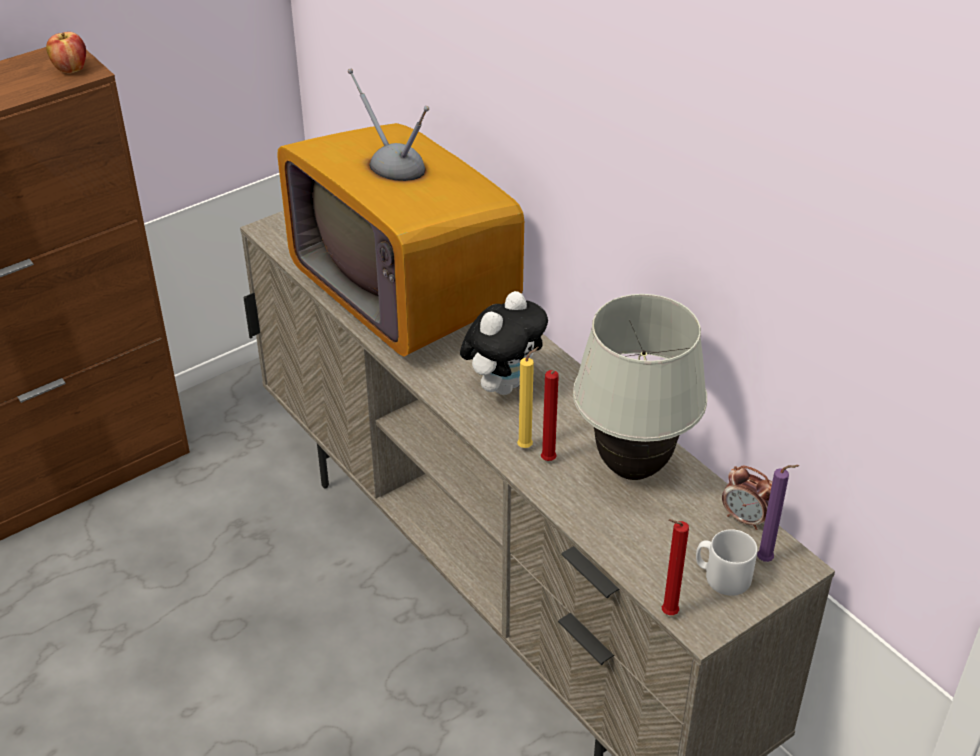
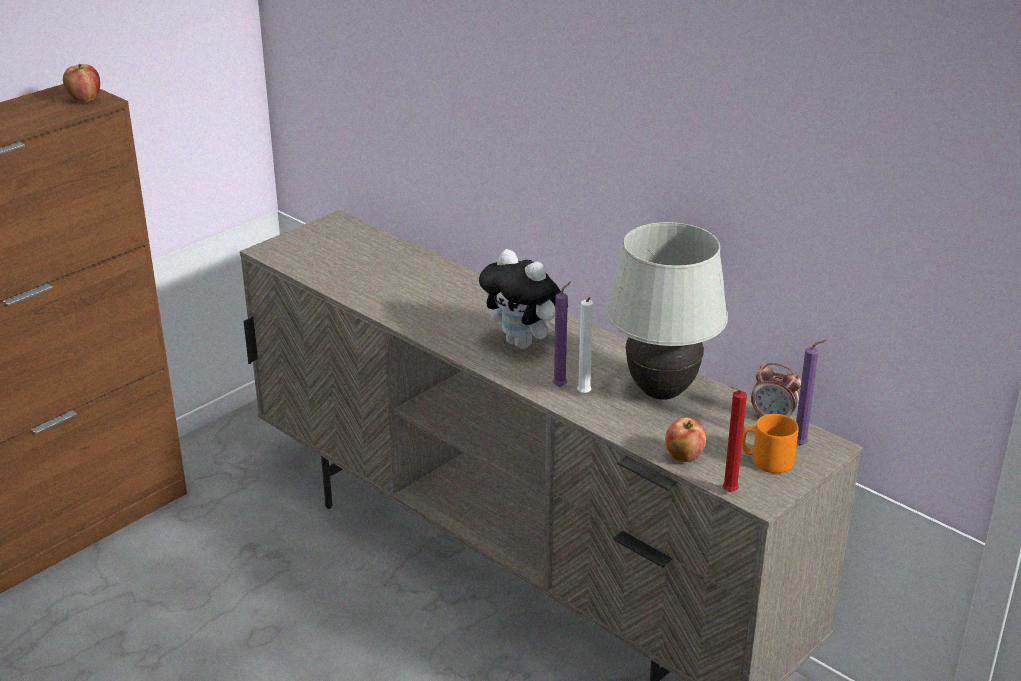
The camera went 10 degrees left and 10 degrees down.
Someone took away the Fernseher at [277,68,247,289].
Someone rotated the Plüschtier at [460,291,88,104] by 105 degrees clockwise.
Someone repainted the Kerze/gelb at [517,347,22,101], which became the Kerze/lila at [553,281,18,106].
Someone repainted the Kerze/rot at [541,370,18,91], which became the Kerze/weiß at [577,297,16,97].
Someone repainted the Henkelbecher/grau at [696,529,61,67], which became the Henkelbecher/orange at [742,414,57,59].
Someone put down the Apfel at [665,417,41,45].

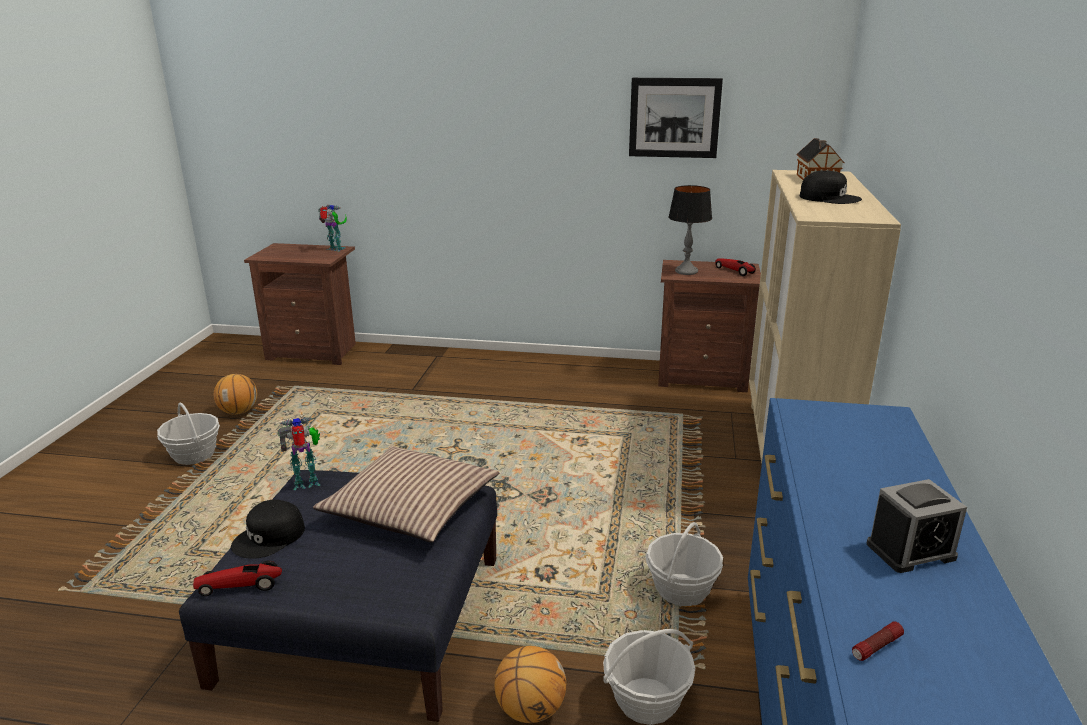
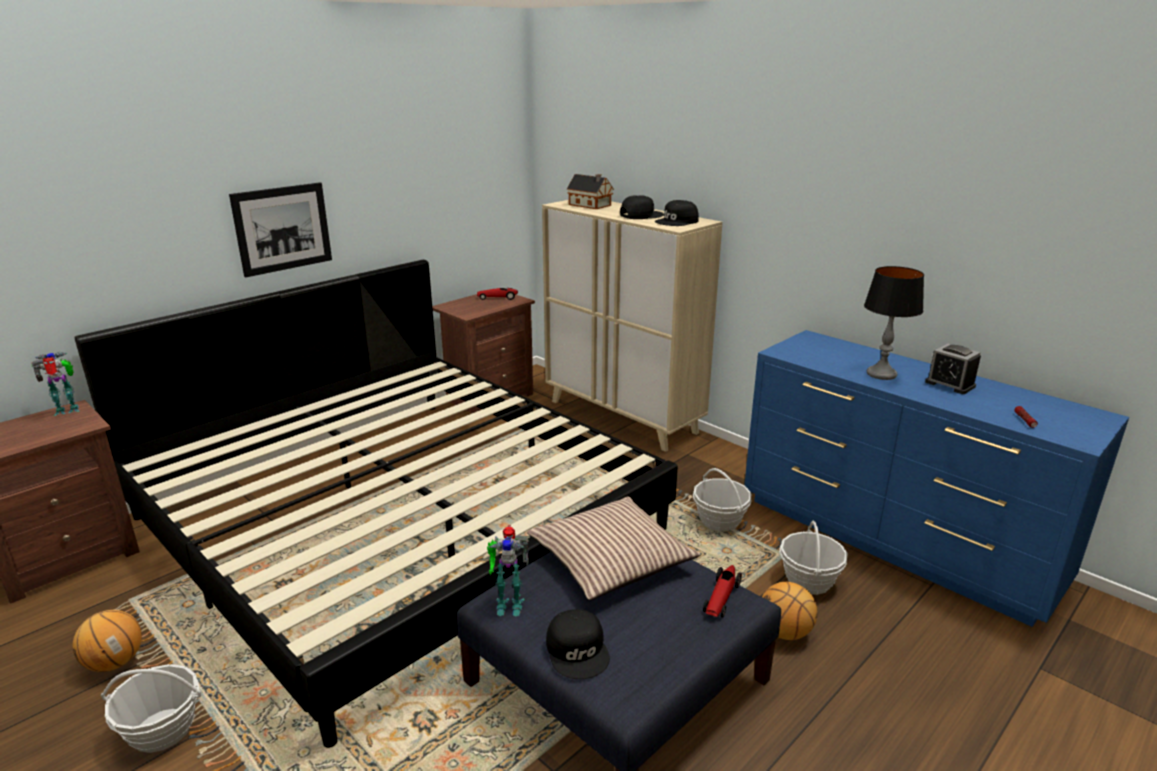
The camera went 55 degrees left and 0 degrees up.
Someone carried the Spielzeugauto from [193,560,89,36] to [703,565,39,53].
Someone rotated the Spielzeugroboter at [278,417,42,73] by 105 degrees counterclockwise.
Someone carried the Bild from [629,78,94,80] to [229,182,103,95].
Someone carried the Tischlampe from [668,185,44,90] to [864,266,60,114].
Someone rotated the Wecker at [867,479,100,94] by 120 degrees clockwise.
Someone put down the Bett at [75,260,603,488].
Someone put down the Kappe/schwarz at [655,200,44,26].

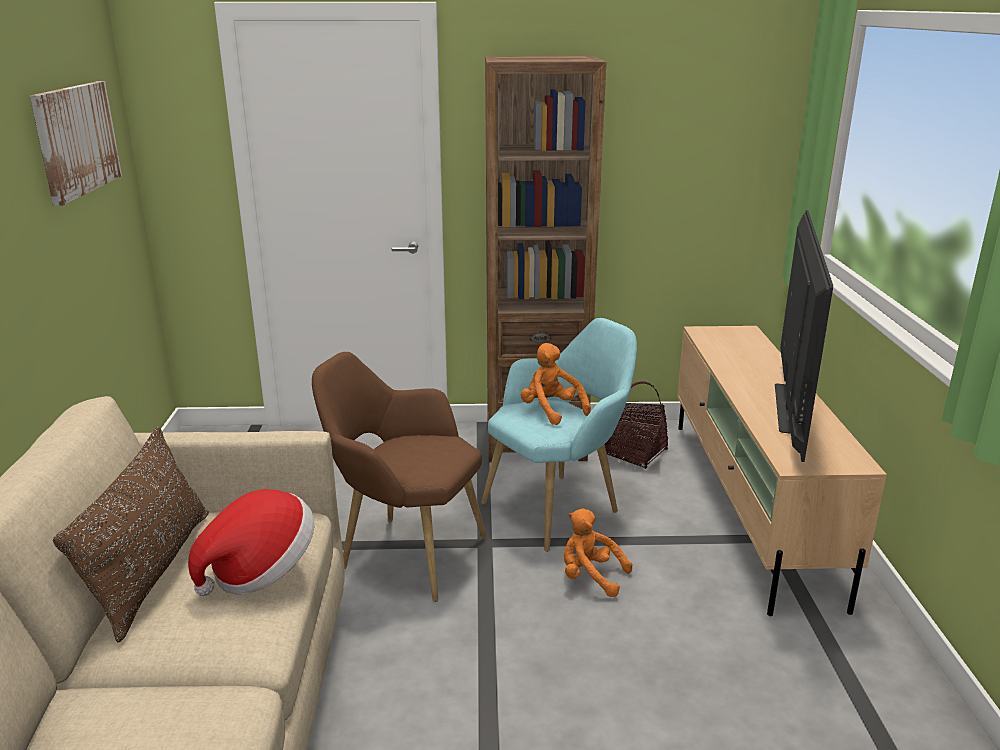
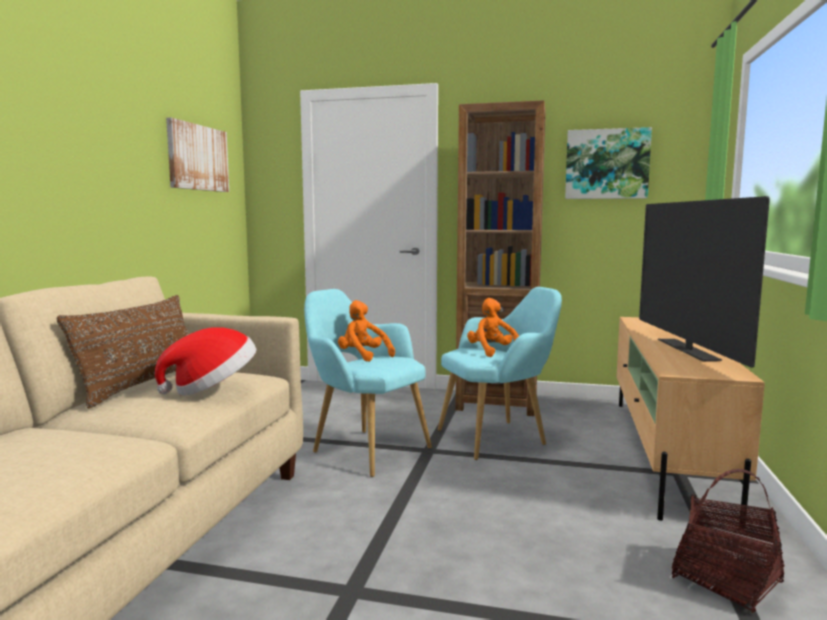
The camera went 15 degrees right and 15 degrees down.
Someone repainted the Sessel/braun at [312,352,175,250], which became the Sessel/türkis at [304,289,128,188].
Someone carried the Plüschtier/orange from [564,509,68,88] to [338,300,57,62].
Someone carried the Korb from [605,381,63,88] to [672,469,112,144].
Someone rotated the Fernseher at [775,210,58,252] by 150 degrees clockwise.
Someone put up the Bild at [565,127,87,72].

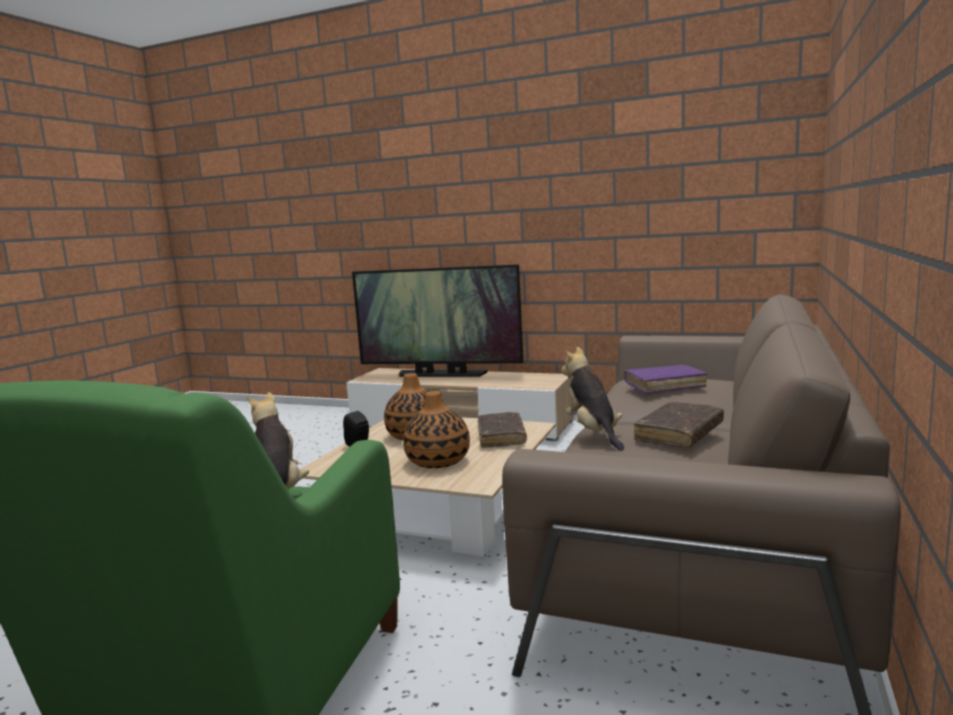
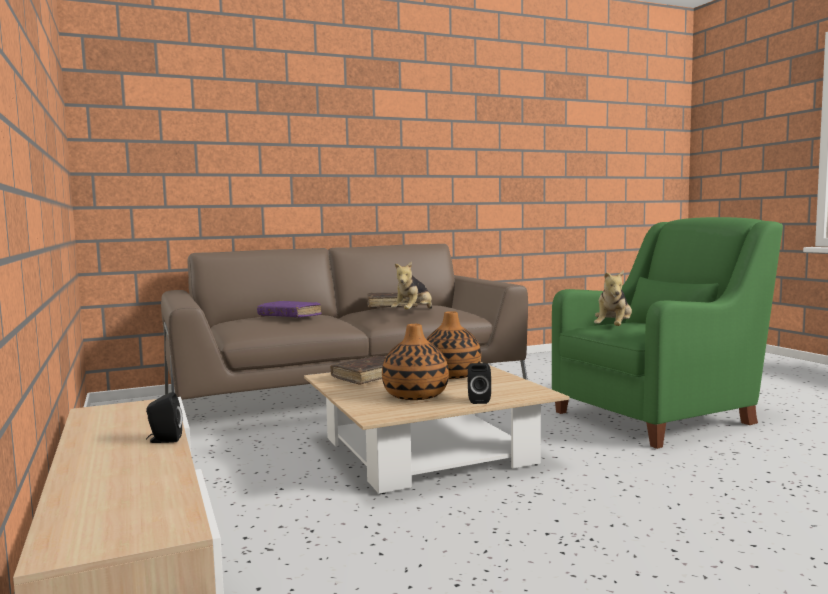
The camera went 135 degrees left and 5 degrees down.
Someone took away the Fernseher at [352,264,171,113].
Someone put down the Lautsprecher/schwarz at [146,392,36,51].

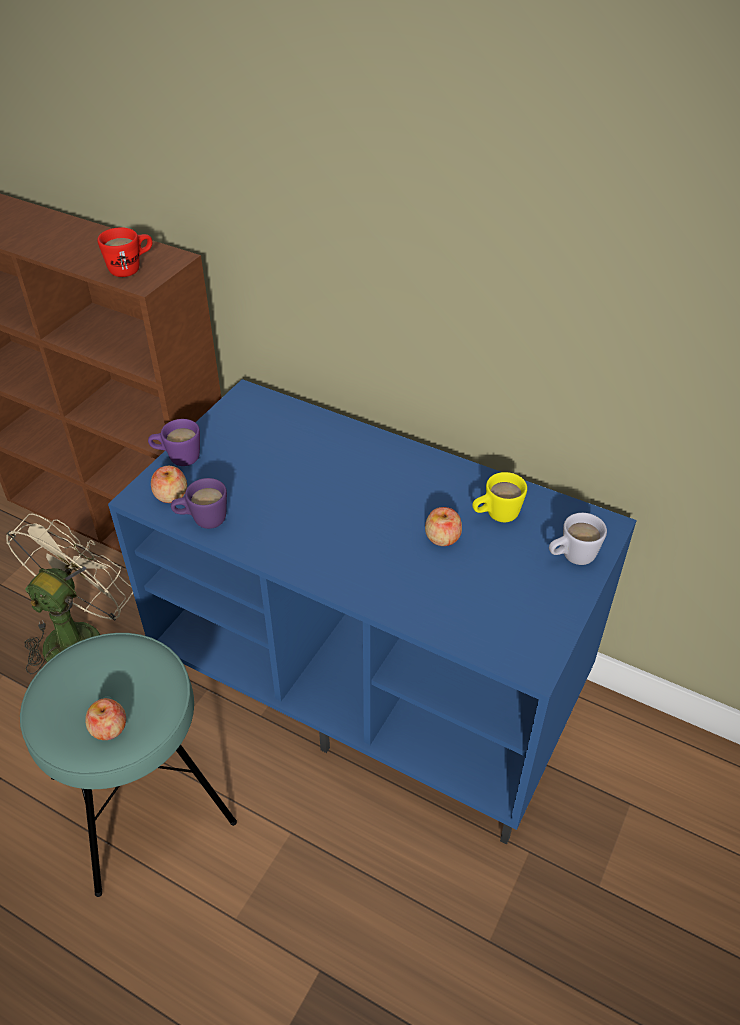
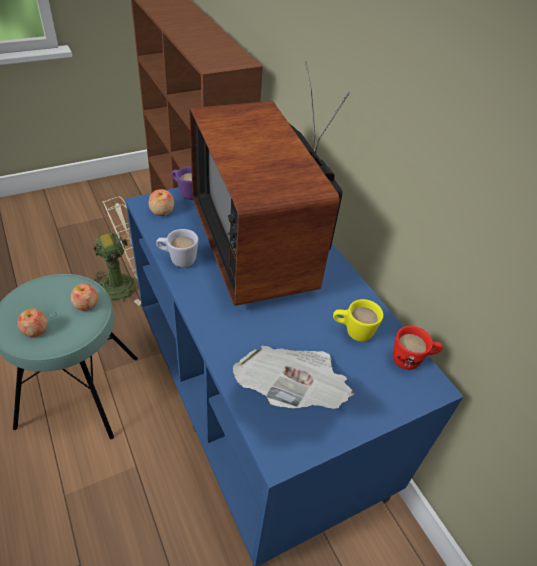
The camera went 30 degrees right and 0 degrees up.
Someone carried the Henkelbecher/rot from [97,227,55,50] to [393,326,50,44].
Someone took away the Henkelbecher/lila at [171,478,56,51].
Someone carried the Apfel from [425,507,37,39] to [71,283,27,28].
Someone carried the Henkelbecher/weiß from [549,513,58,52] to [156,229,42,38].
Someone put down the Fernseher at [189,61,161,245].
Someone put down the Zeitung at [233,345,121,64].

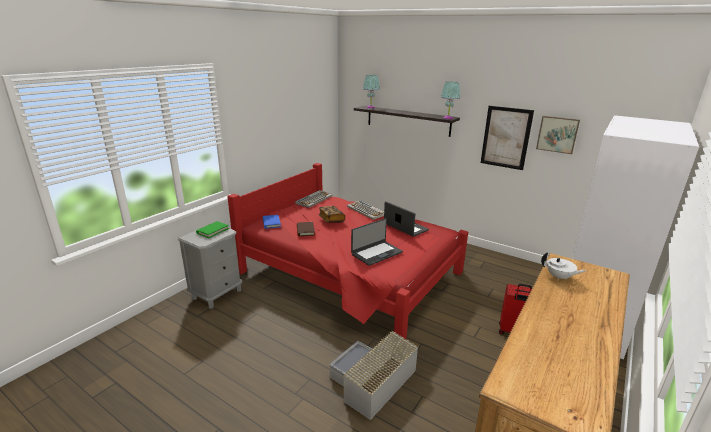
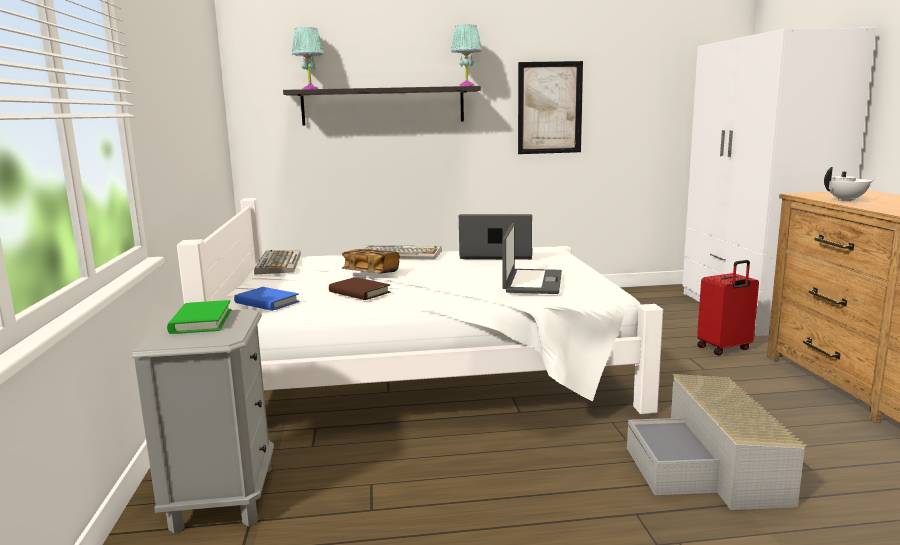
The camera went 40 degrees left and 10 degrees down.
Someone repainted the Bett/rot at [227,163,241,178], which became the Bett/weiß at [177,198,486,216].
Someone took away the Bild at [536,116,44,38].

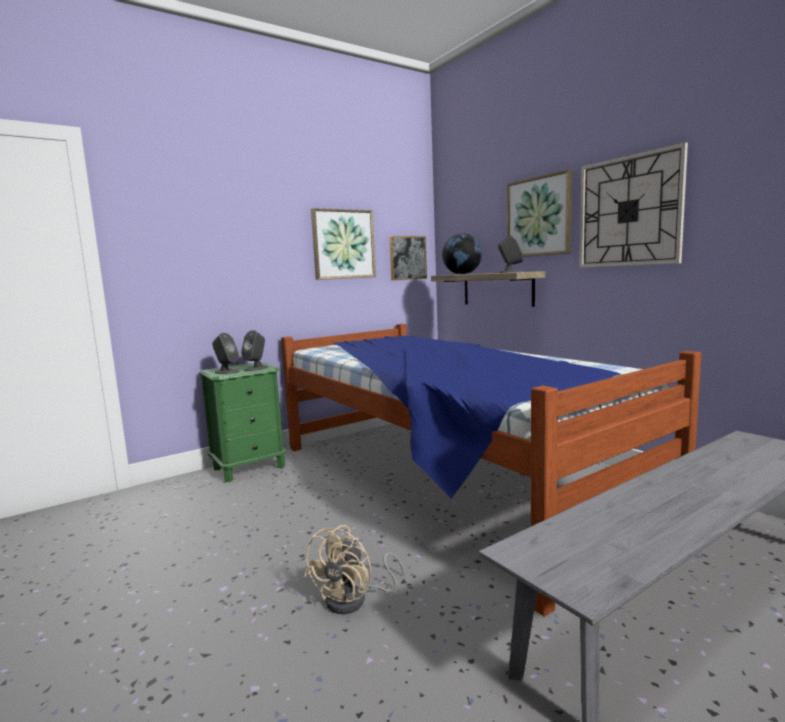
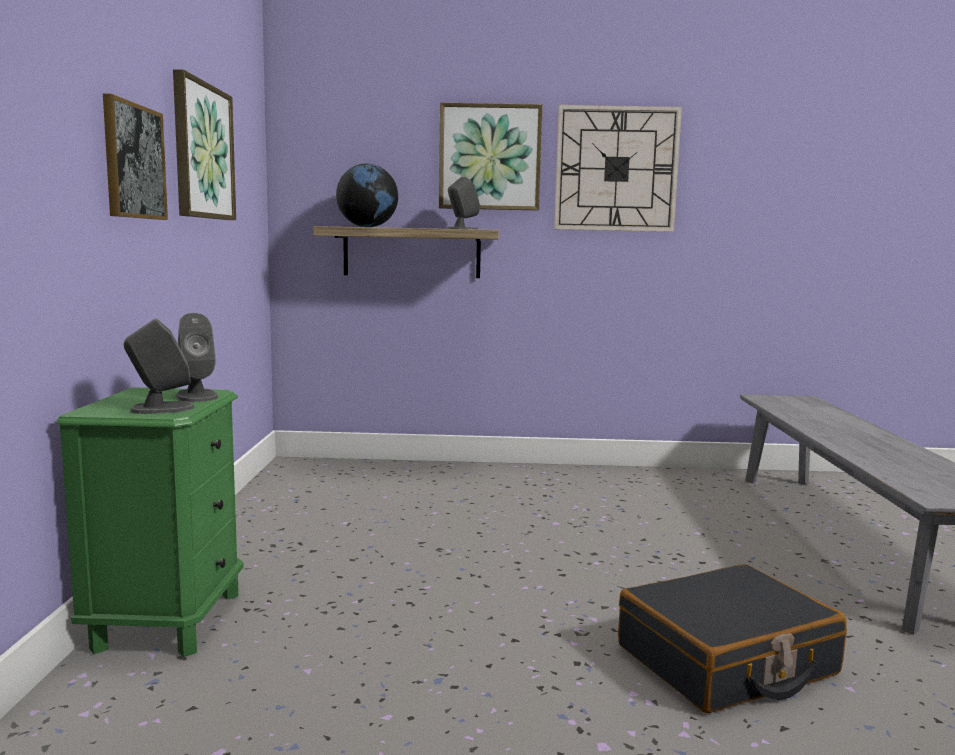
The camera went 55 degrees left and 0 degrees up.
Someone took away the Bett at [281,324,420,293].
Someone swapped the Ventilator/beige at [304,525,101,89] for the Koffer/schwarz at [618,564,229,149].
Someone carried the Bild from [389,236,38,44] to [103,94,65,126].

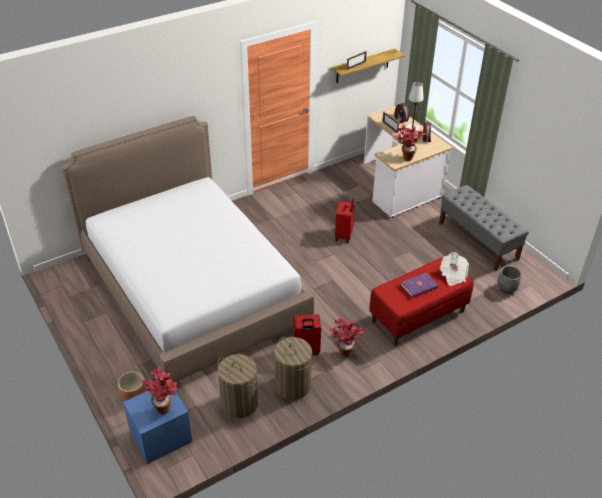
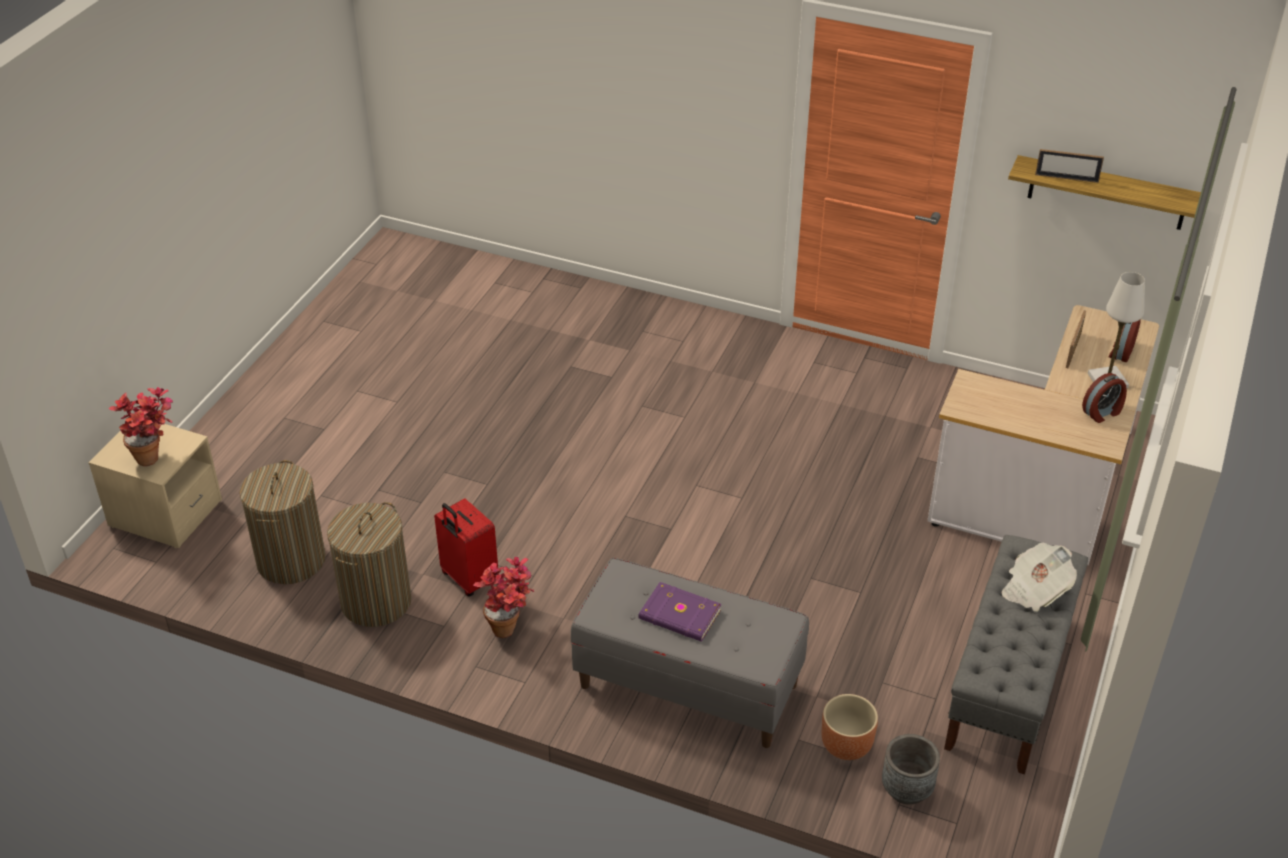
The camera went 55 degrees right and 0 degrees up.
Someone took away the Bett at [61,116,253,267].
Someone carried the Pflanzkübel/braun from [118,371,28,30] to [821,694,57,66].
Someone repainted the Nachttisch/blau at [123,390,69,74], which became the Nachttisch/beige at [88,424,134,124].
Someone took away the Koffer/rot at [335,199,20,44].
Someone repainted the Bank/rot at [369,257,105,89], which became the Bank/grau at [571,558,238,190].
Someone took away the Topfpflanze at [395,125,31,36].
Someone carried the Zeitung from [440,252,29,34] to [1001,543,76,69].

